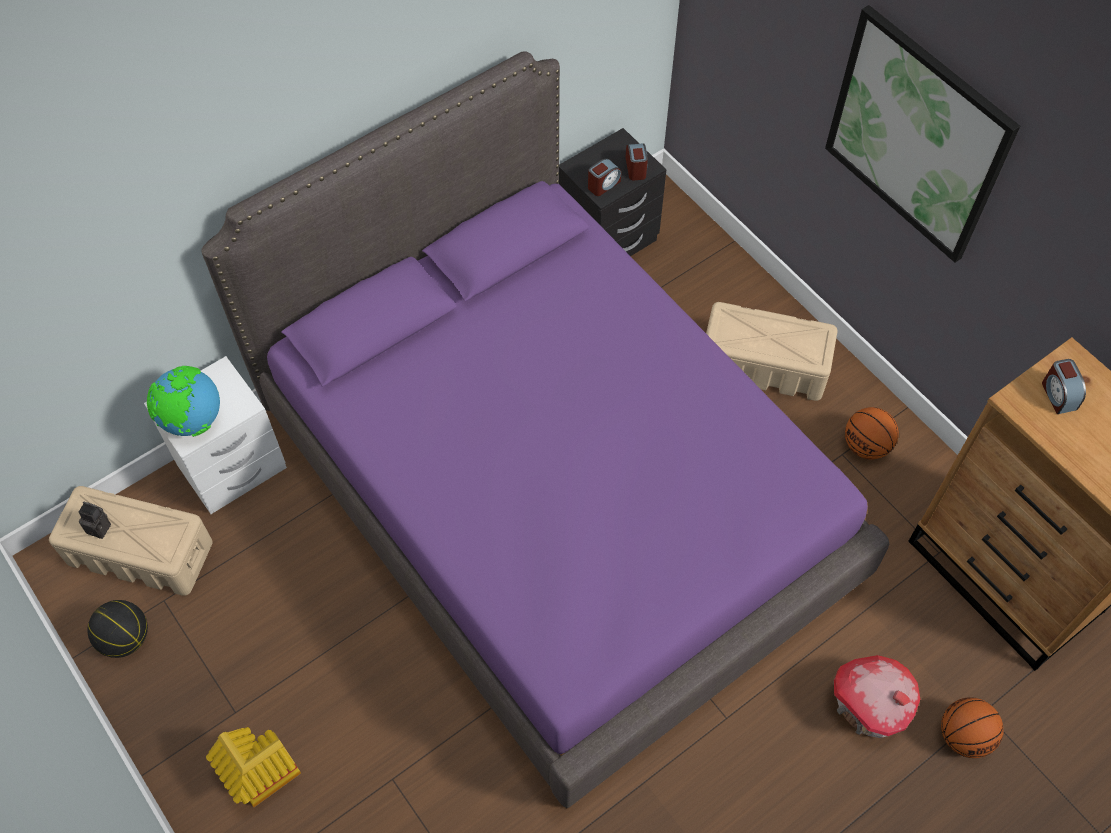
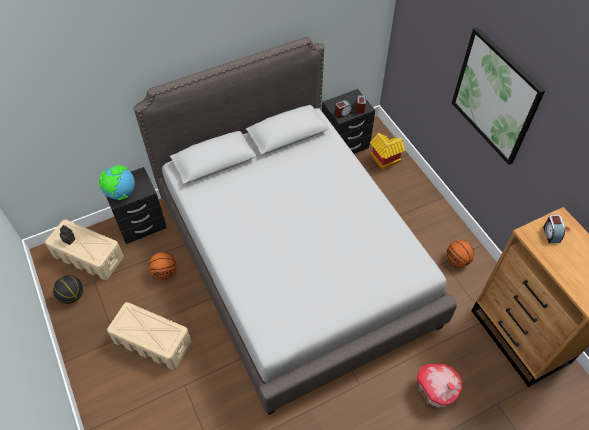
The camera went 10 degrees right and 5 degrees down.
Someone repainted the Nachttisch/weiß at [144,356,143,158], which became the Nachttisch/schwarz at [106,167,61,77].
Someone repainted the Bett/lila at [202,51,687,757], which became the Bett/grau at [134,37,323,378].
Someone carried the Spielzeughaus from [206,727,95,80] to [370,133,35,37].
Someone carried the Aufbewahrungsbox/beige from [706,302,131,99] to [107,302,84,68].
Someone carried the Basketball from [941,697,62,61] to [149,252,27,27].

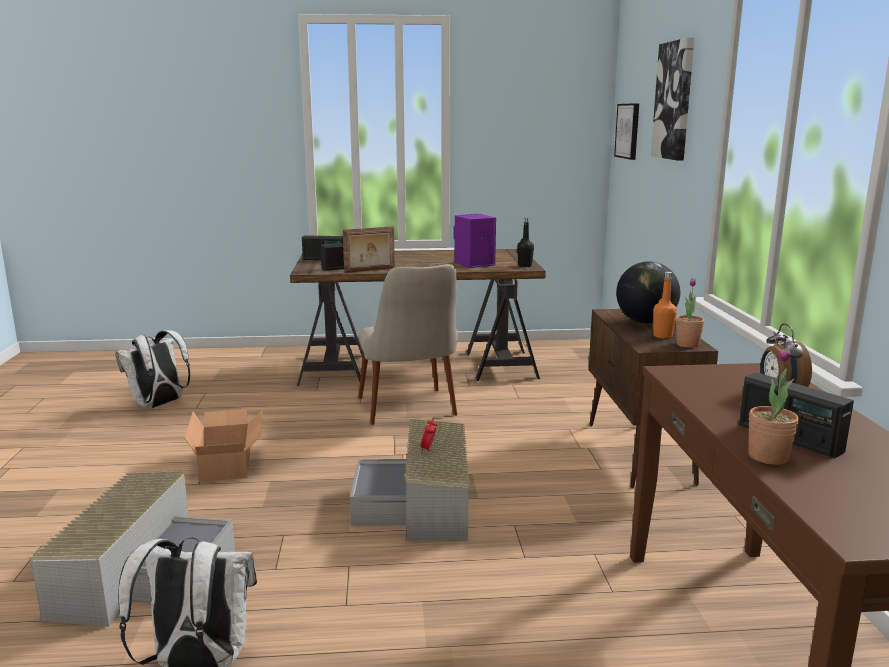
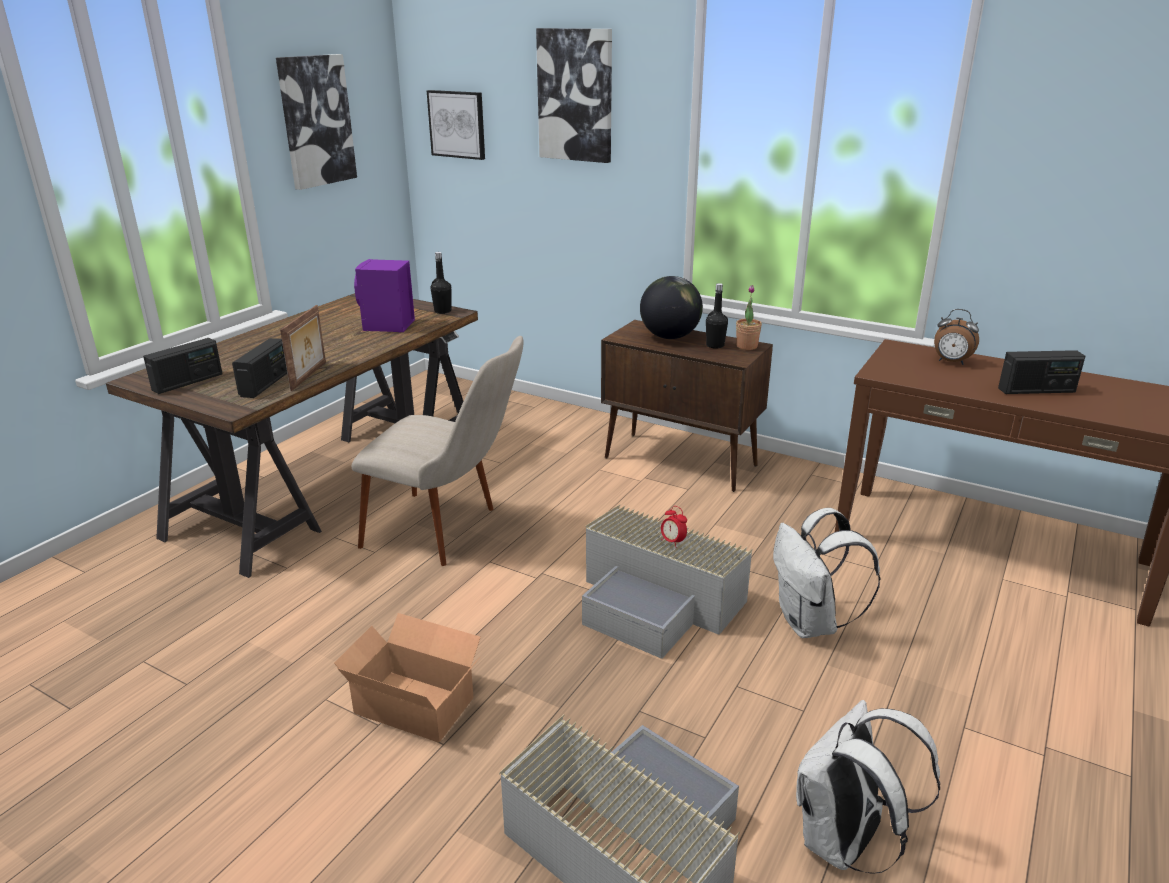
The camera went 55 degrees left and 10 degrees up.
Someone carried the Rucksack/weiß from [115,330,75,79] to [773,508,108,130].
Someone repainted the Flasche/orange at [653,272,24,67], which became the Flasche/schwarz at [706,283,22,66].
Someone took away the Topfpflanze at [749,347,50,118].
Someone put up the Bild at [276,54,81,136].

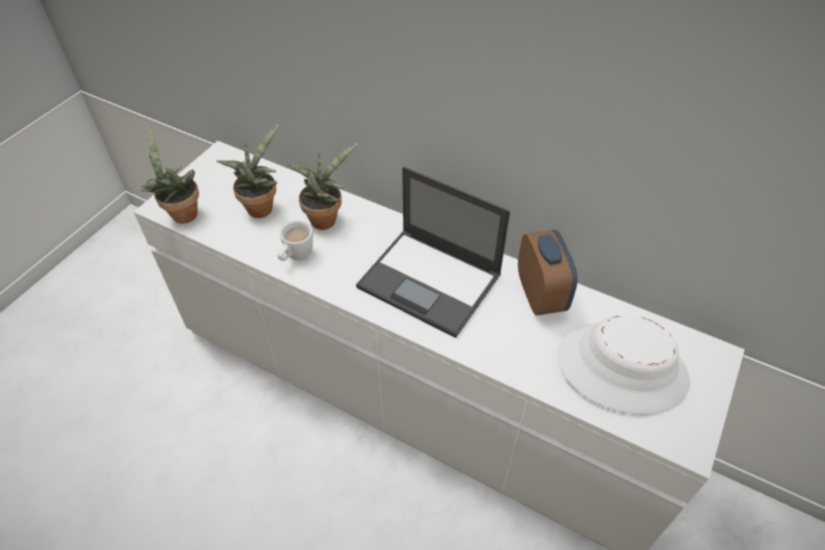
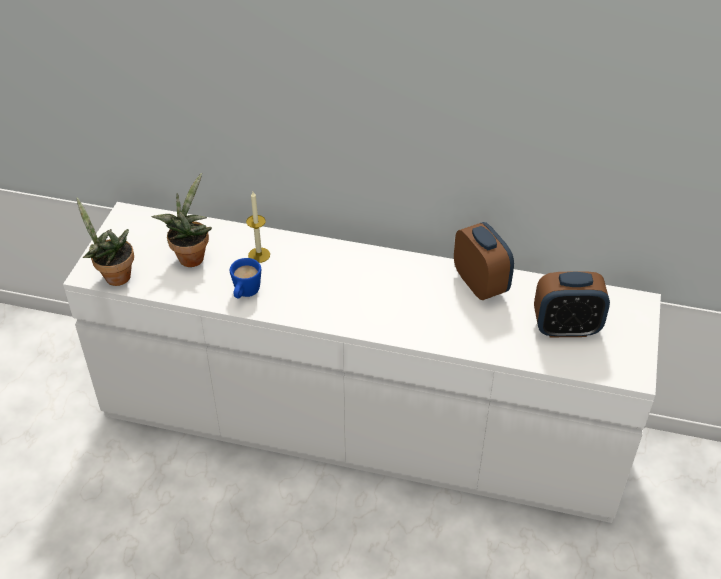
The camera went 15 degrees left and 5 degrees down.
Someone repainted the Henkelbecher/weiß at [277,220,36,41], which became the Henkelbecher/blau at [230,258,31,40].
Someone swapped the Topfpflanze at [288,143,70,87] for the Kerze at [246,192,24,71].
Someone took away the Laptop at [356,166,154,172].
Someone swapped the Hut/weiß at [558,315,132,100] for the Wecker at [534,271,76,66].

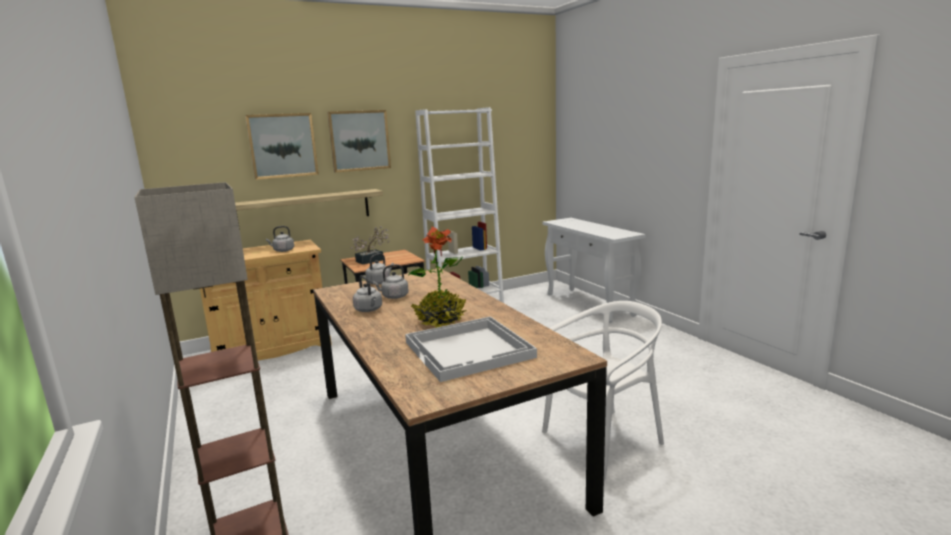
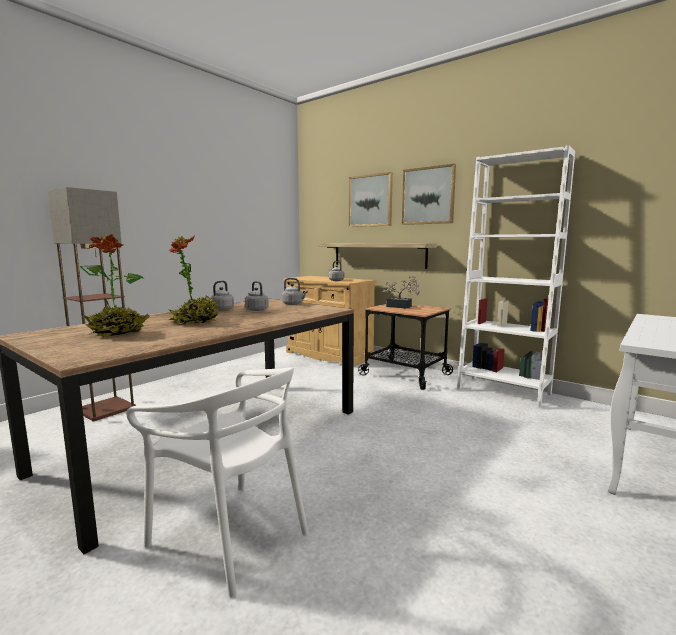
The camera went 65 degrees right and 5 degrees down.
Someone swapped the Tablett/weiß at [405,316,132,66] for the Topfpflanze at [80,234,70,103].

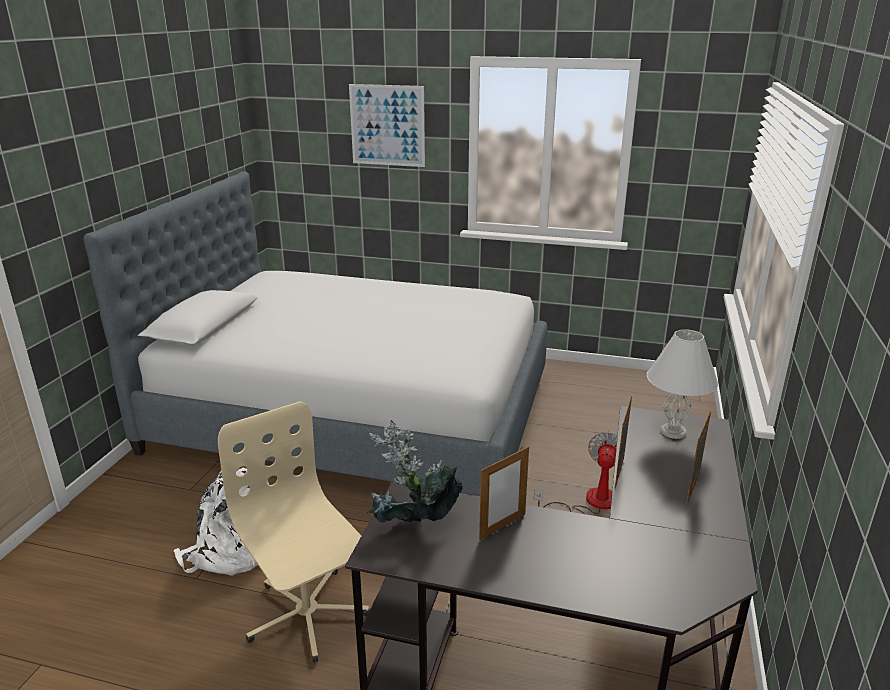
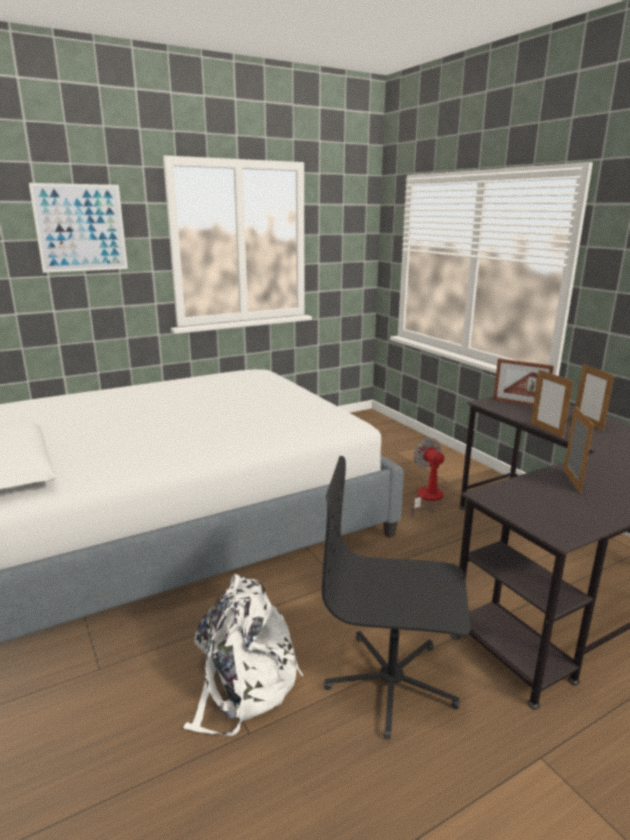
The camera went 45 degrees left and 5 degrees down.
Someone repainted the Bürostuhl/beige at [218,401,152,262], which became the Bürostuhl/schwarz at [322,456,149,283].
Someone took away the Topfpflanze at [365,420,98,103].
Someone swapped the Tischlampe/weiß at [647,329,71,110] for the Bilderrahmen at [493,358,61,48].

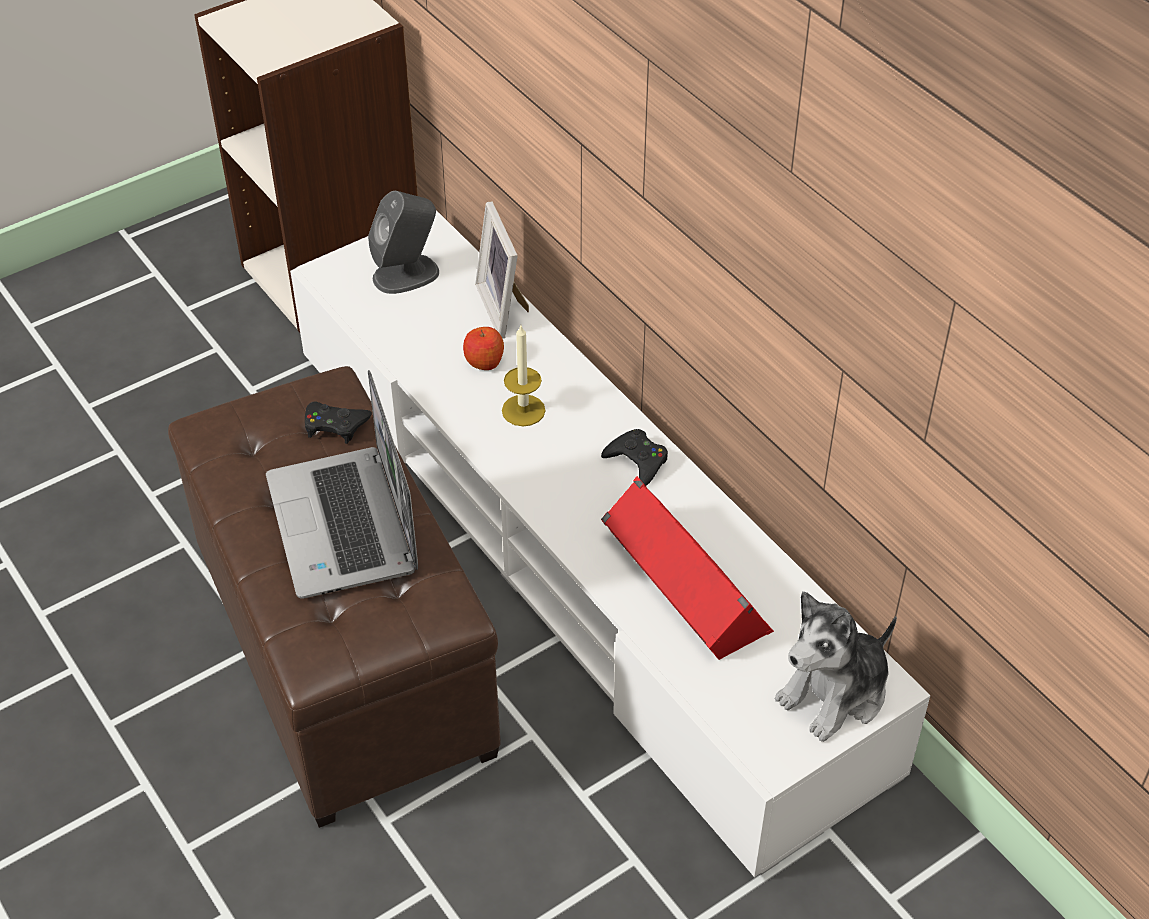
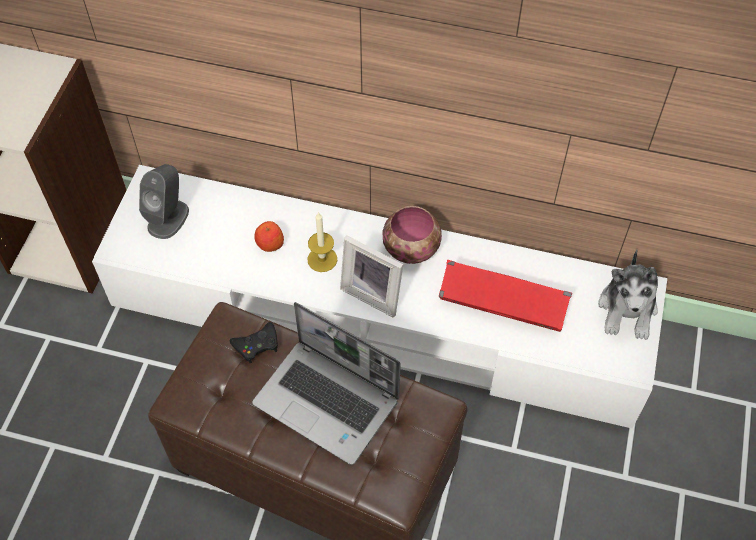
The camera went 40 degrees left and 10 degrees up.
Someone carried the Bilderrahmen from [475,201,54,137] to [340,235,63,82].
Someone swapped the Gamepad/schwarz at [601,429,67,57] for the Schüssel at [382,206,60,58].

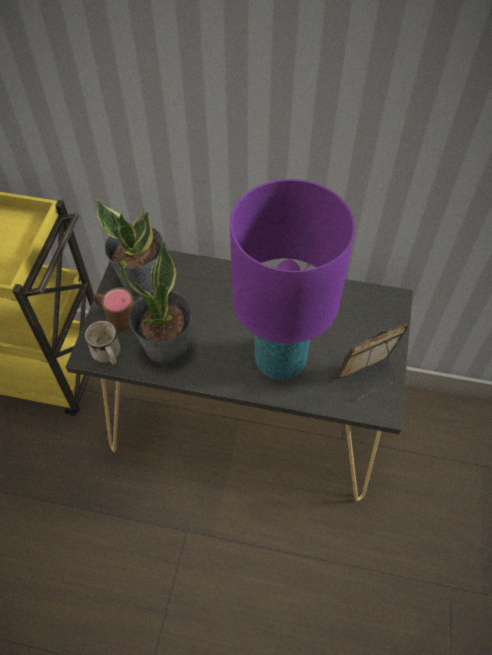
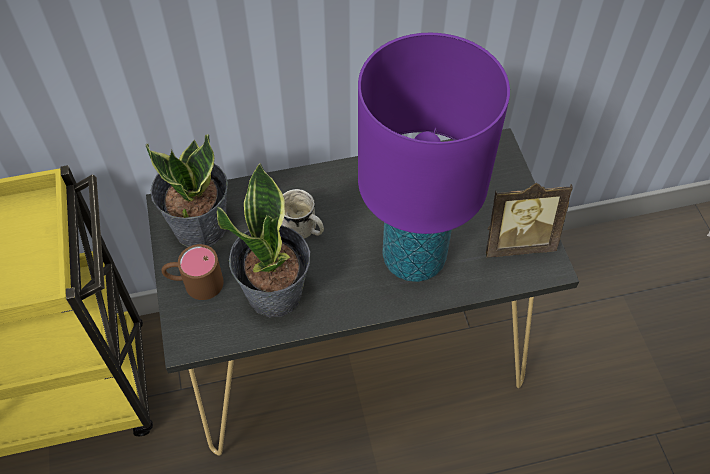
The camera went 25 degrees left and 0 degrees up.
Someone carried the Henkelbecher/weiß from [85,321,36,44] to [282,189,42,50].
Someone rotated the Bilderrahmen at [335,323,73,76] by 135 degrees counterclockwise.

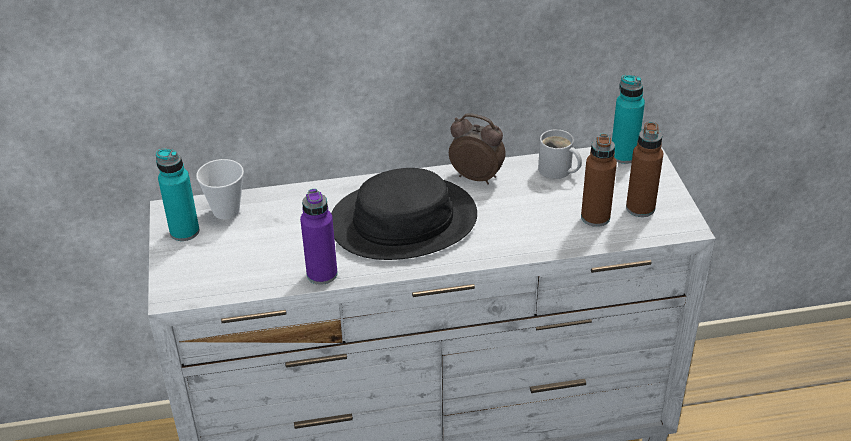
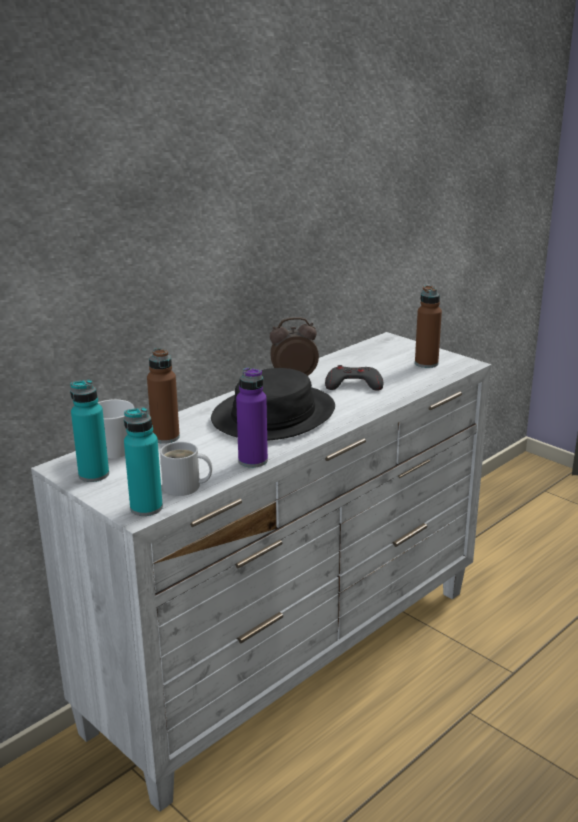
The camera went 35 degrees left and 15 degrees down.
Someone carried the Henkelbecher/weiß from [538,129,44,50] to [160,442,52,54].
Someone carried the Flasche/braun from [581,134,36,93] to [147,348,33,96].
Someone carried the Flasche/türkis from [612,75,33,89] to [124,407,39,109].
Someone put down the Gamepad/grau at [325,365,58,26].

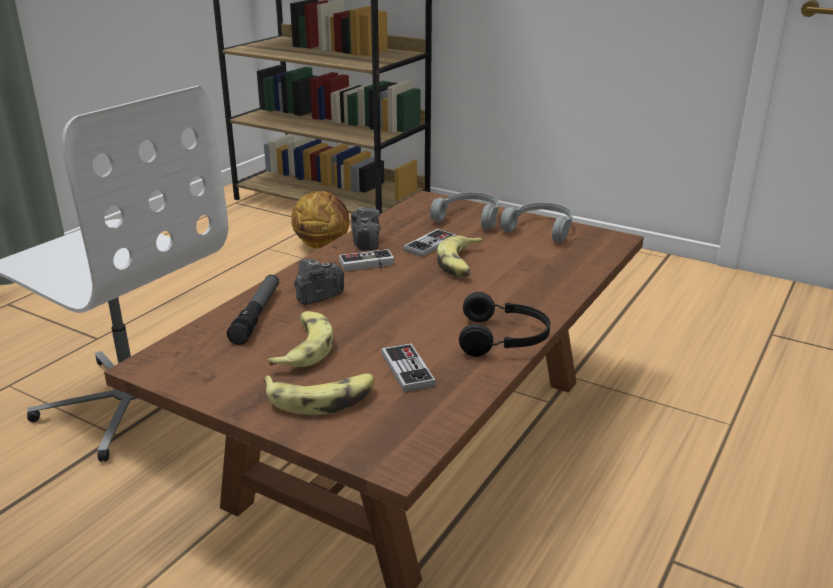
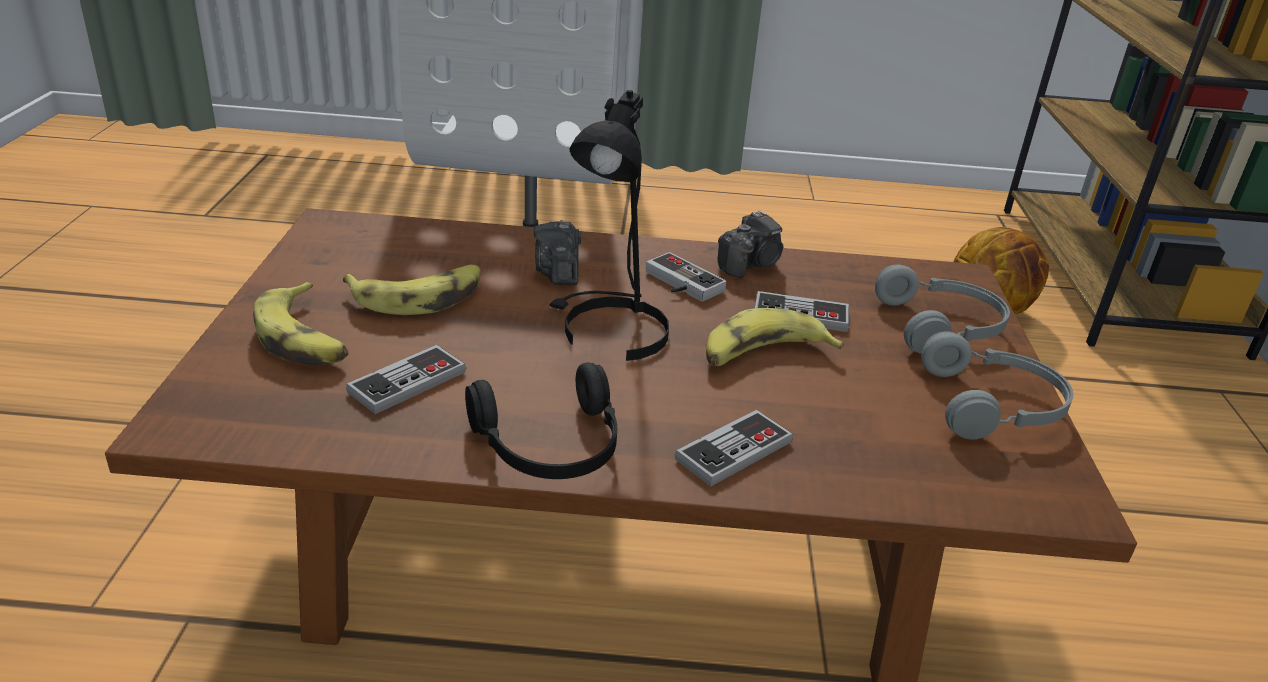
The camera went 60 degrees right and 5 degrees up.
Someone took away the Taschenlampe at [227,275,52,70].
Someone rotated the Kamera at [294,259,50,46] by 120 degrees counterclockwise.
Someone put down the Tischlampe/schwarz at [549,90,120,271].
Someone put down the Gamepad at [675,410,118,76].

